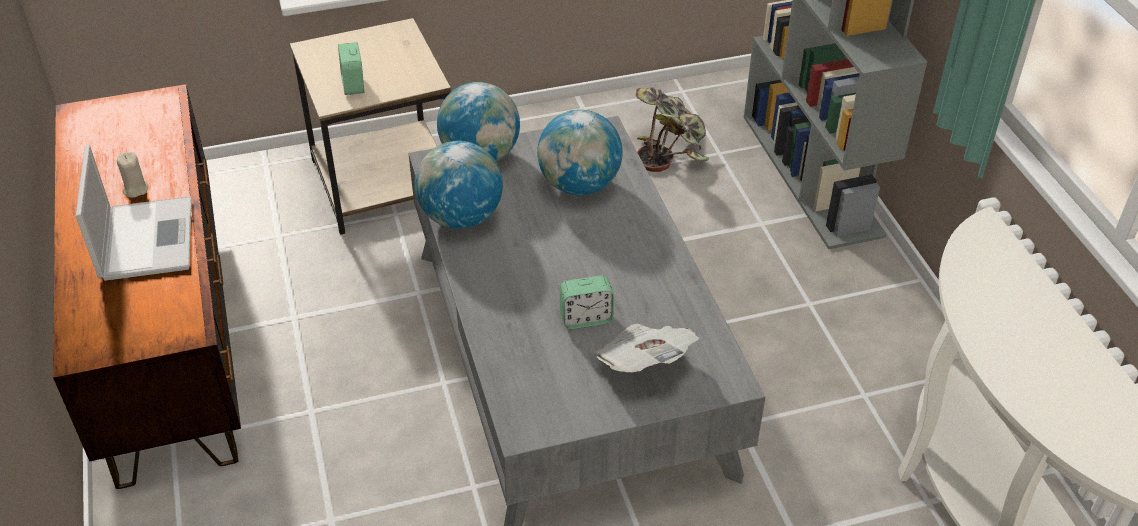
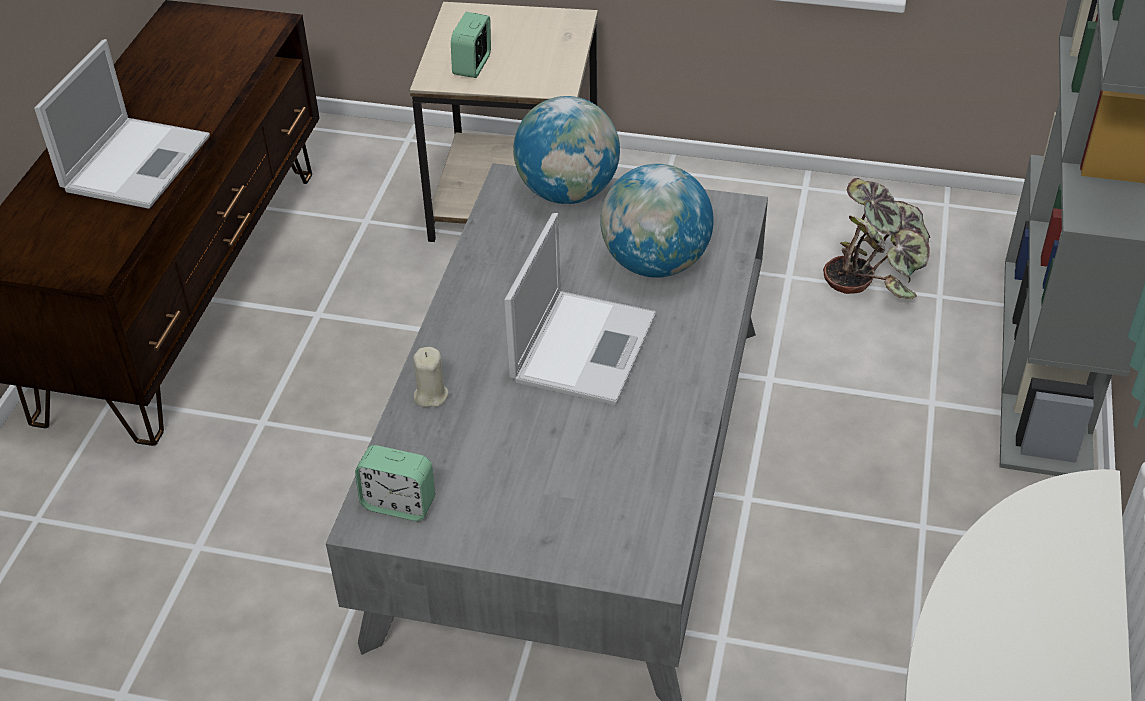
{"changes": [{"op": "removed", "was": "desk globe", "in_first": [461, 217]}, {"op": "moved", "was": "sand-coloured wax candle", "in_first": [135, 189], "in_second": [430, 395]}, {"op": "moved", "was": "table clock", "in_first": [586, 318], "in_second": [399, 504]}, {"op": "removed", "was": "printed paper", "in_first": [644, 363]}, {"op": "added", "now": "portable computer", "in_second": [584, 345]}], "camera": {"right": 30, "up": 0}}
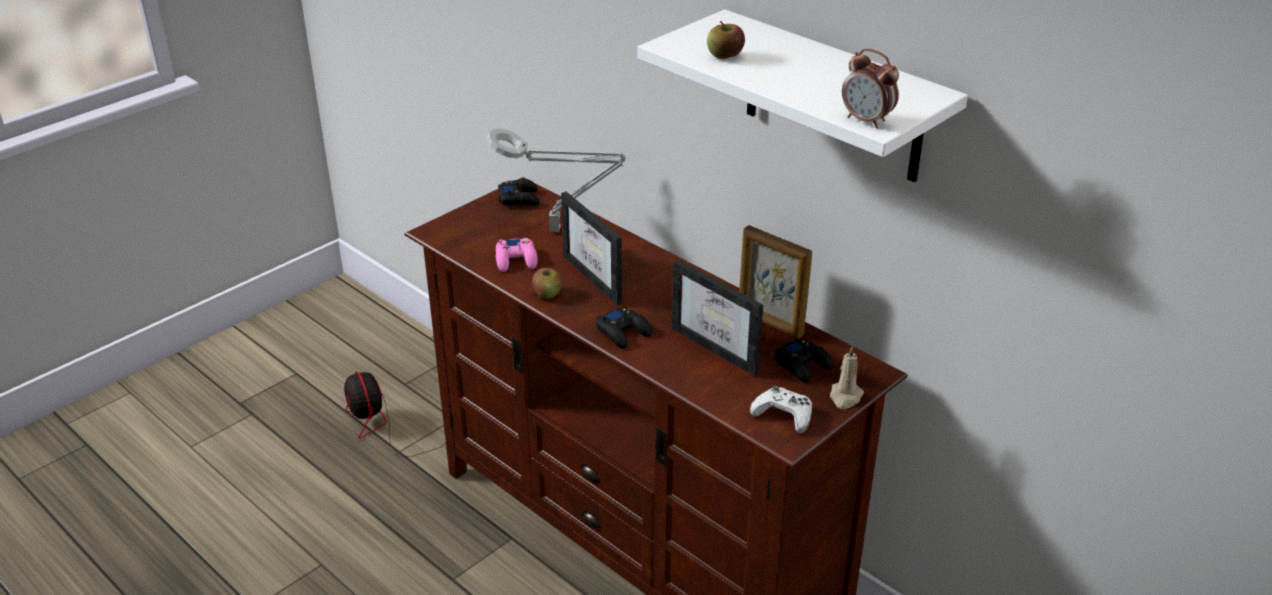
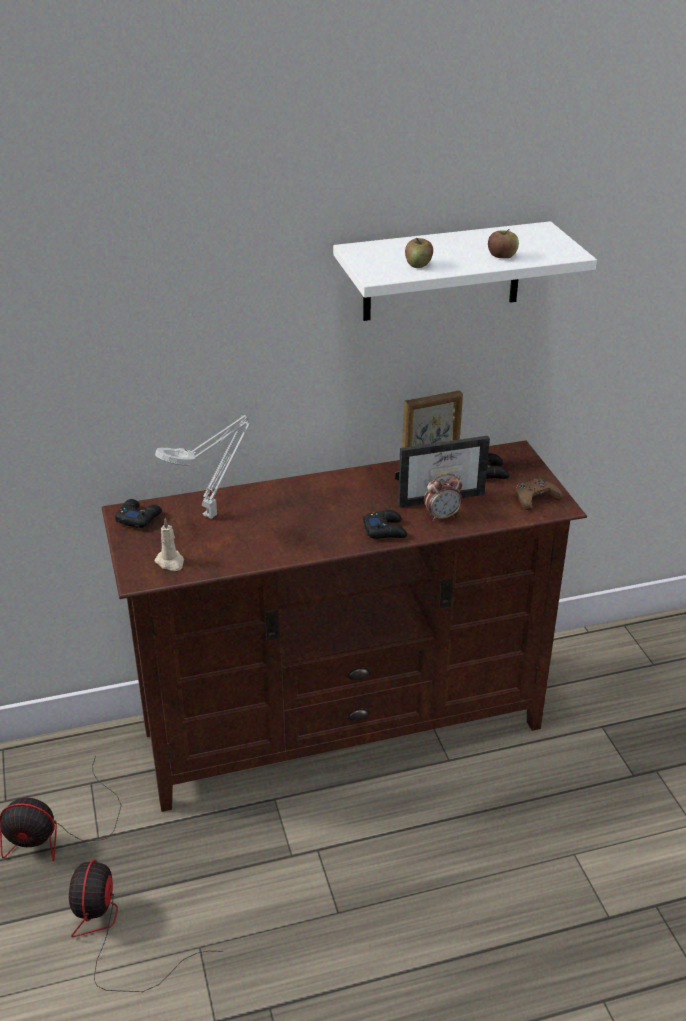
{"changes": [{"op": "moved", "was": "table clock", "in_first": [867, 121], "in_second": [442, 516]}, {"op": "removed", "was": "picture frame", "in_first": [602, 277]}, {"op": "removed", "was": "pink game controller", "in_first": [516, 260]}, {"op": "moved", "was": "whole apple", "in_first": [547, 294], "in_second": [502, 256]}, {"op": "moved", "was": "sand-coloured wax candle", "in_first": [845, 397], "in_second": [170, 562]}, {"op": "recoloured", "was": "white game controller", "now": "brown game controller", "in_first": [784, 415], "in_second": [535, 498]}, {"op": "added", "now": "electric fan", "in_second": [113, 934]}], "camera": {"right": -60, "up": 0}}
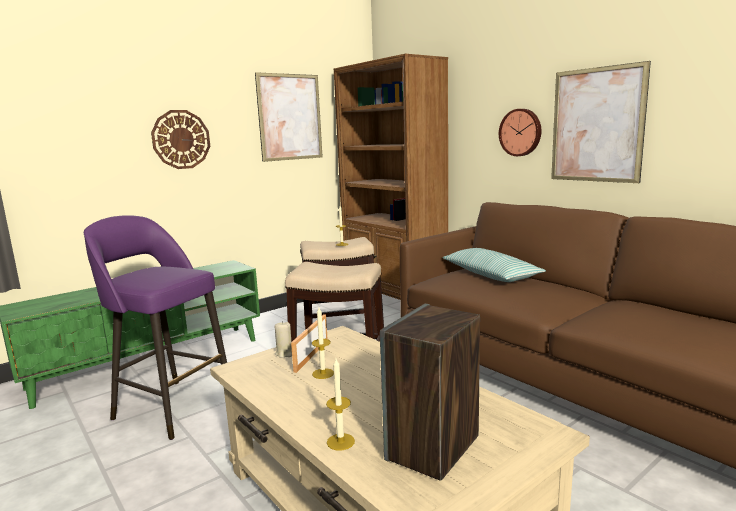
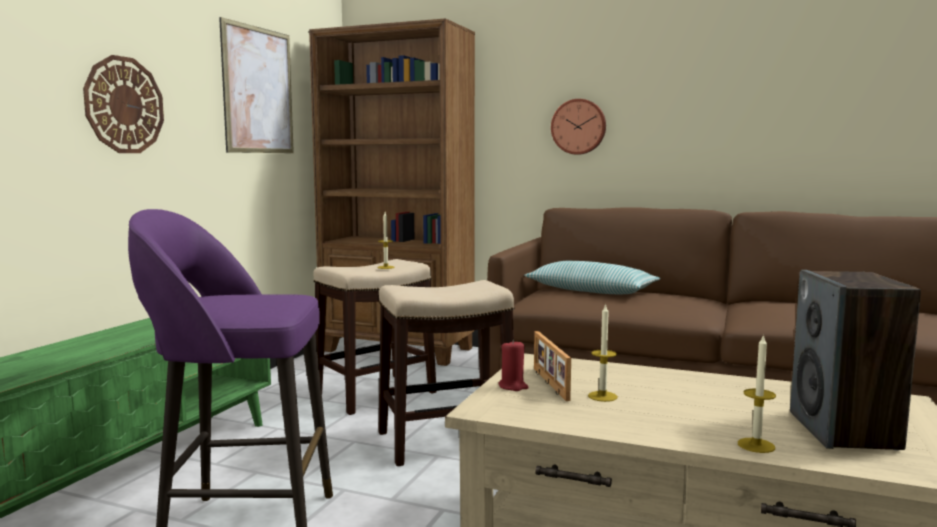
{"changes": [{"op": "removed", "was": "wall art", "in_first": [596, 125]}, {"op": "recoloured", "was": "sand-coloured wax candle", "now": "red wax candle", "in_first": [285, 353], "in_second": [513, 386]}], "camera": {"right": -30, "up": -5}}
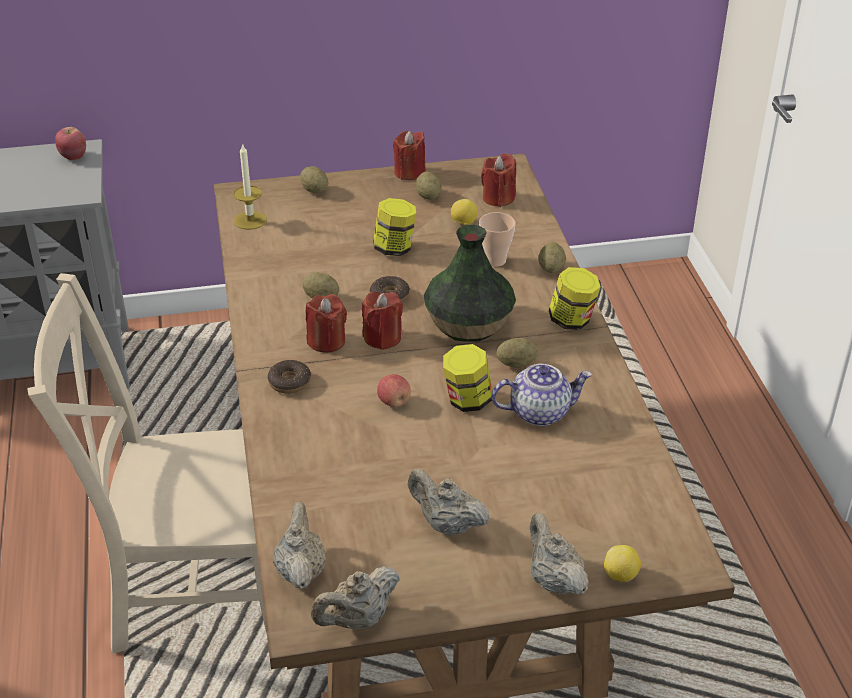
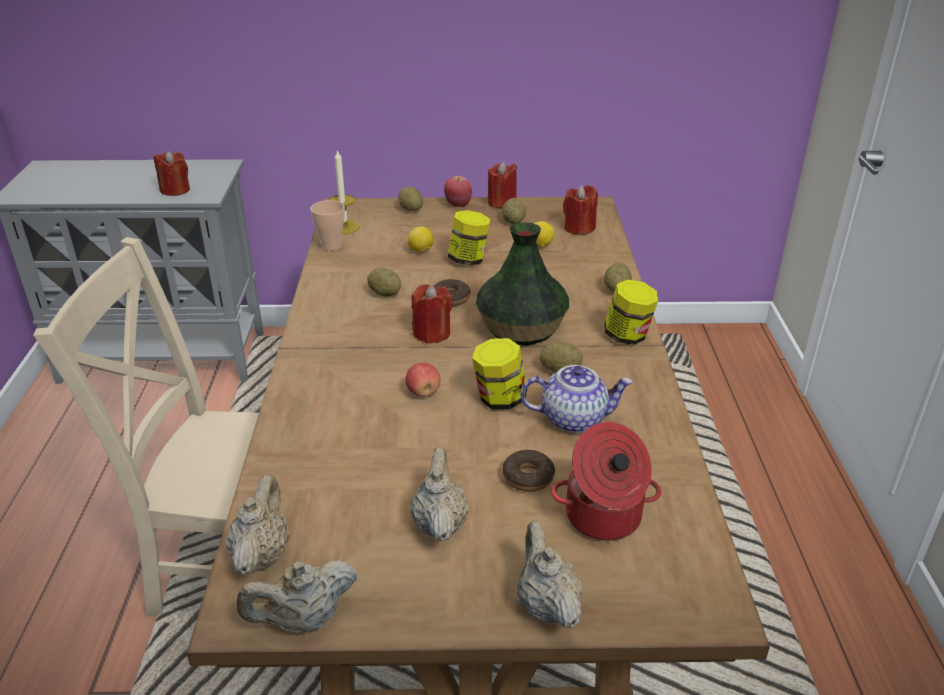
{"changes": [{"op": "moved", "was": "whole apple", "in_first": [73, 157], "in_second": [458, 204]}, {"op": "moved", "was": "cup", "in_first": [495, 260], "in_second": [331, 246]}, {"op": "moved", "was": "red wax candle", "in_first": [326, 341], "in_second": [175, 190]}, {"op": "moved", "was": "donut", "in_first": [289, 382], "in_second": [528, 477]}, {"op": "turned", "was": "sand-coloured tea pot", "in_first": [446, 524], "in_second": [439, 524], "clockwise": 45}, {"op": "moved", "was": "citrus fruit", "in_first": [620, 575], "in_second": [421, 251]}, {"op": "added", "now": "stockpot", "in_second": [603, 517]}], "camera": {"right": 10, "up": -5}}
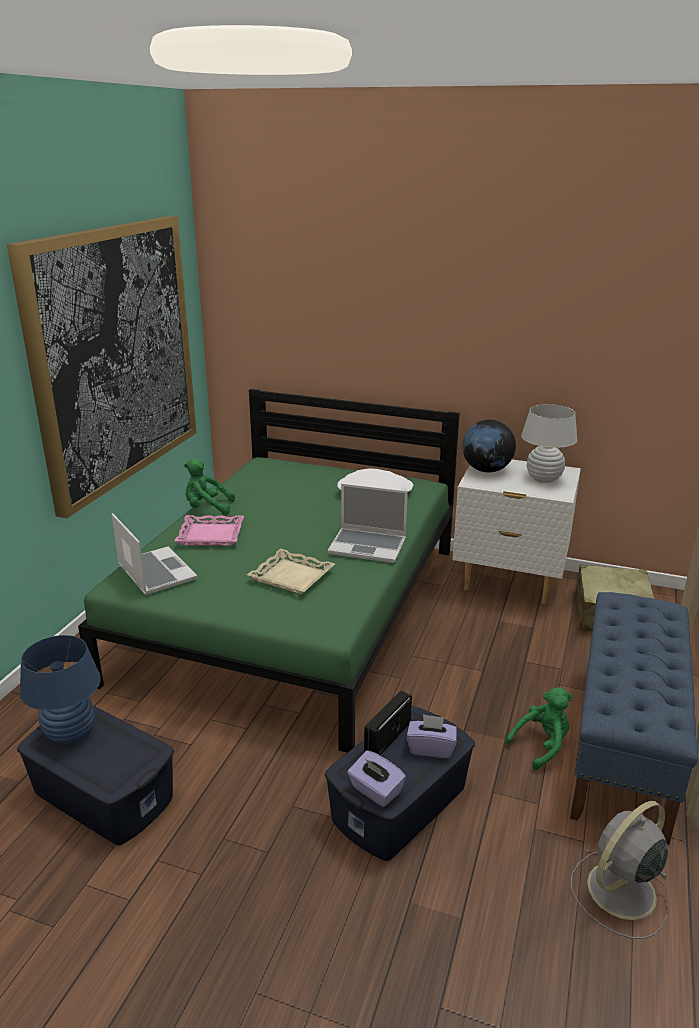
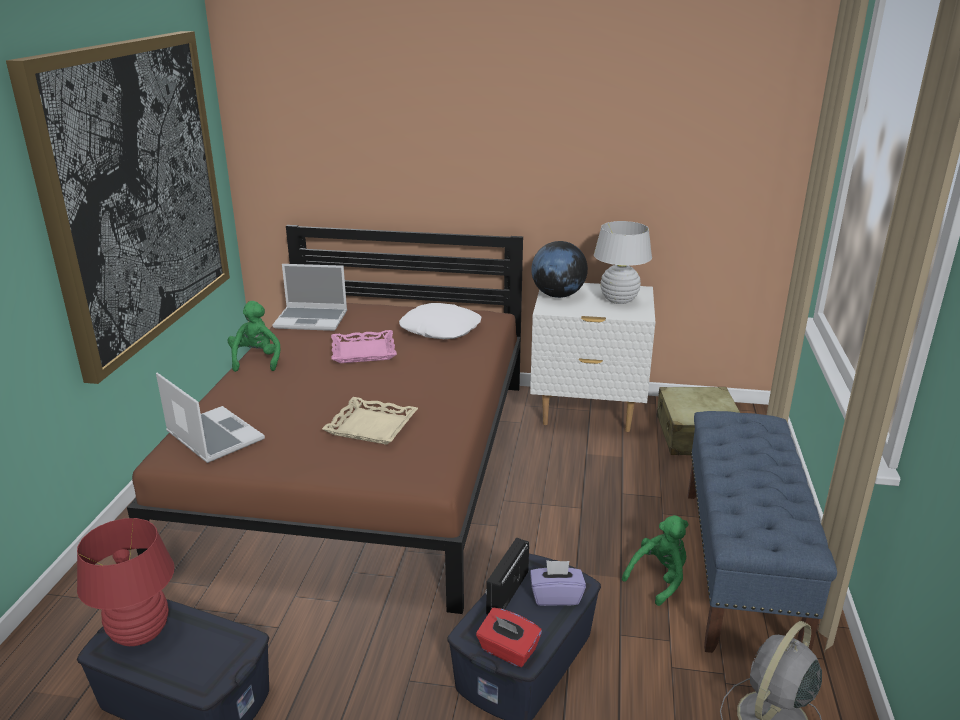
{"changes": [{"op": "recoloured", "was": "green-coloured sleeping bed", "now": "brown sleeping bed", "in_first": [294, 610], "in_second": [365, 465]}, {"op": "turned", "was": "green-coloured plush toy", "in_first": [207, 508], "in_second": [256, 360], "clockwise": 90}, {"op": "moved", "was": "portable computer", "in_first": [368, 546], "in_second": [312, 320]}, {"op": "moved", "was": "pink carrying tray", "in_first": [211, 535], "in_second": [363, 351]}, {"op": "recoloured", "was": "blue-coloured table lamp", "now": "red table lamp", "in_first": [70, 734], "in_second": [140, 634]}, {"op": "recoloured", "was": "purplish tissue holder", "now": "red tissue holder", "in_first": [375, 791], "in_second": [508, 651]}], "camera": {"right": -10, "up": 0}}
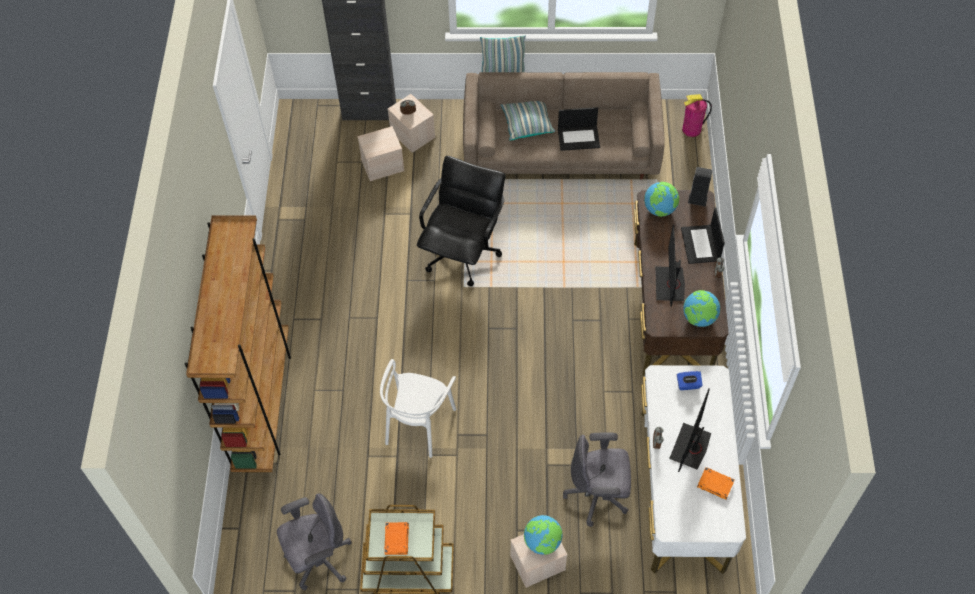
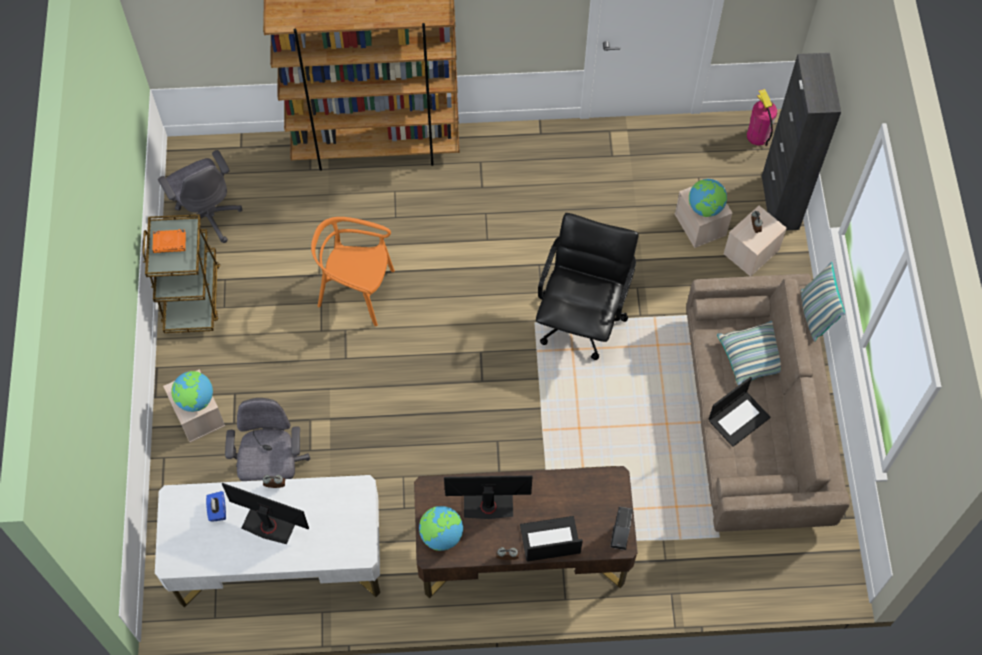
{"changes": [{"op": "moved", "was": "extinguisher", "in_first": [691, 129], "in_second": [757, 136]}, {"op": "turned", "was": "portable computer", "in_first": [579, 137], "in_second": [739, 418], "clockwise": -120}, {"op": "turned", "was": "blackish office chair", "in_first": [463, 253], "in_second": [581, 318], "clockwise": -90}, {"op": "moved", "was": "desk globe", "in_first": [660, 209], "in_second": [705, 208]}, {"op": "recoloured", "was": "white chair", "now": "orange-coloured chair", "in_first": [418, 424], "in_second": [356, 291]}, {"op": "moved", "was": "blue-coloured tissue holder", "in_first": [688, 385], "in_second": [217, 510]}, {"op": "removed", "was": "orange-coloured bound book", "in_first": [715, 484]}], "camera": {"right": 85, "up": 5}}
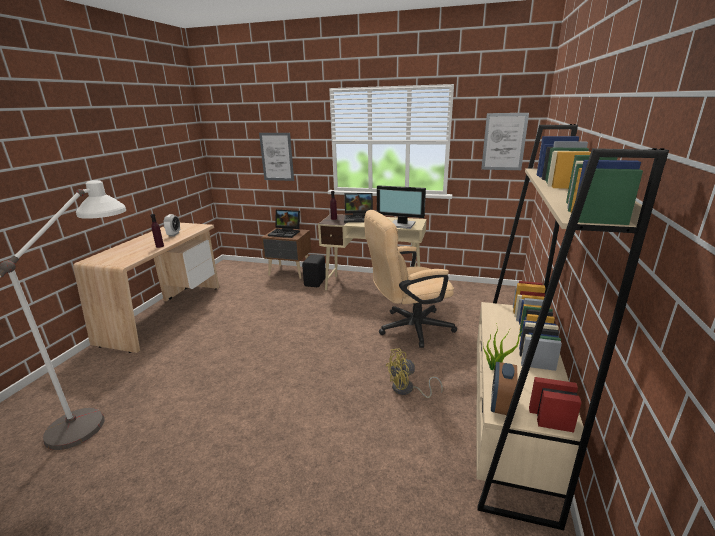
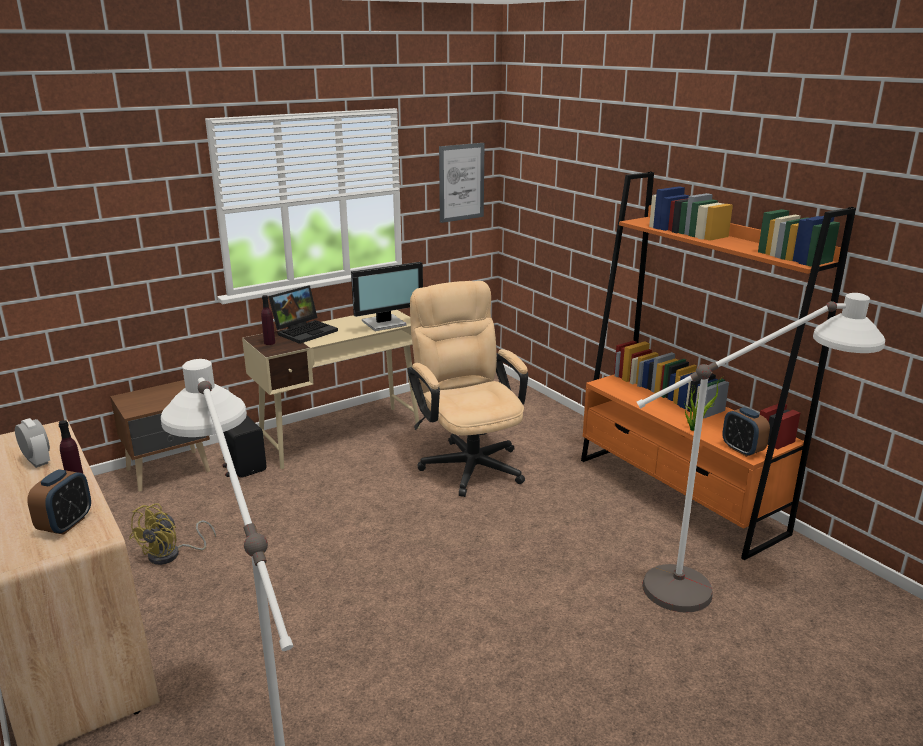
{"changes": [{"op": "recoloured", "was": "sand-coloured bookshelf", "now": "orange-coloured bookshelf", "in_first": [509, 427], "in_second": [678, 495]}, {"op": "removed", "was": "wall art", "in_first": [277, 157]}, {"op": "removed", "was": "portable computer", "in_first": [286, 233]}, {"op": "turned", "was": "sand-coloured office chair", "in_first": [408, 328], "in_second": [468, 462], "clockwise": 135}, {"op": "moved", "was": "yellow electric fan", "in_first": [407, 390], "in_second": [171, 555]}, {"op": "added", "now": "white floor lamp", "in_second": [725, 589]}, {"op": "added", "now": "table clock", "in_second": [66, 524]}], "camera": {"right": -50, "up": 0}}
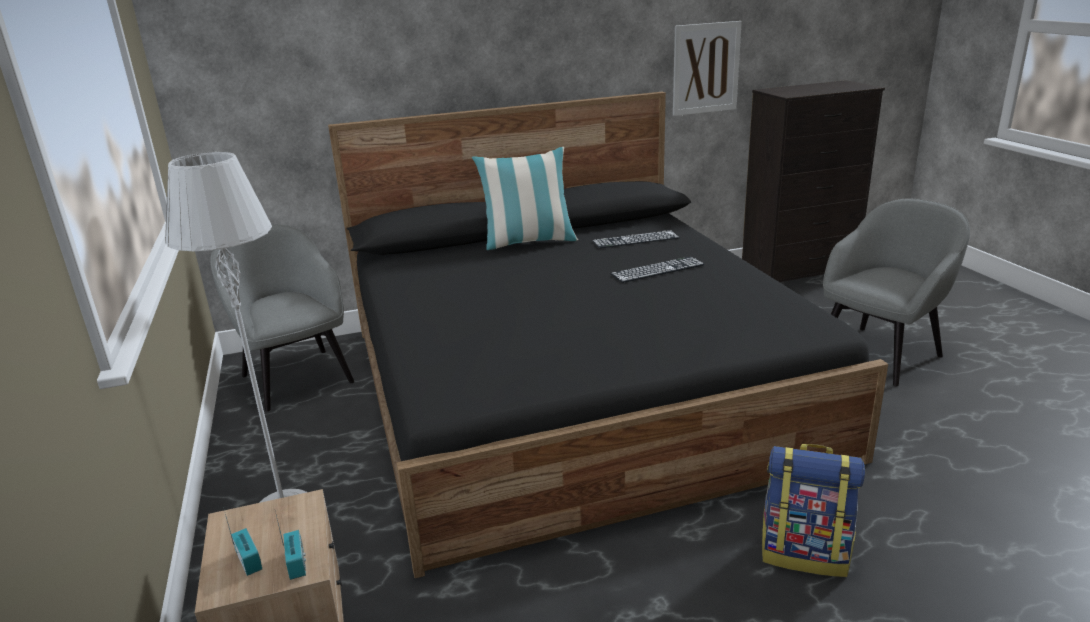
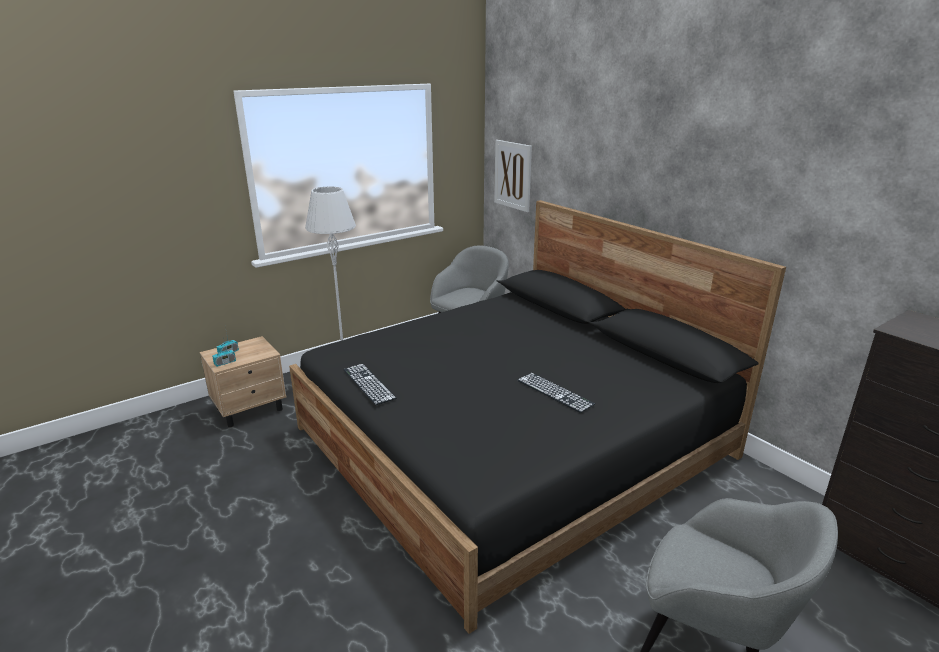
{"changes": [{"op": "moved", "was": "wall art", "in_first": [705, 68], "in_second": [513, 175]}, {"op": "removed", "was": "pillow", "in_first": [528, 242]}, {"op": "moved", "was": "PC keyboard", "in_first": [636, 239], "in_second": [368, 383]}, {"op": "removed", "was": "backpack", "in_first": [805, 553]}], "camera": {"right": 70, "up": 0}}
